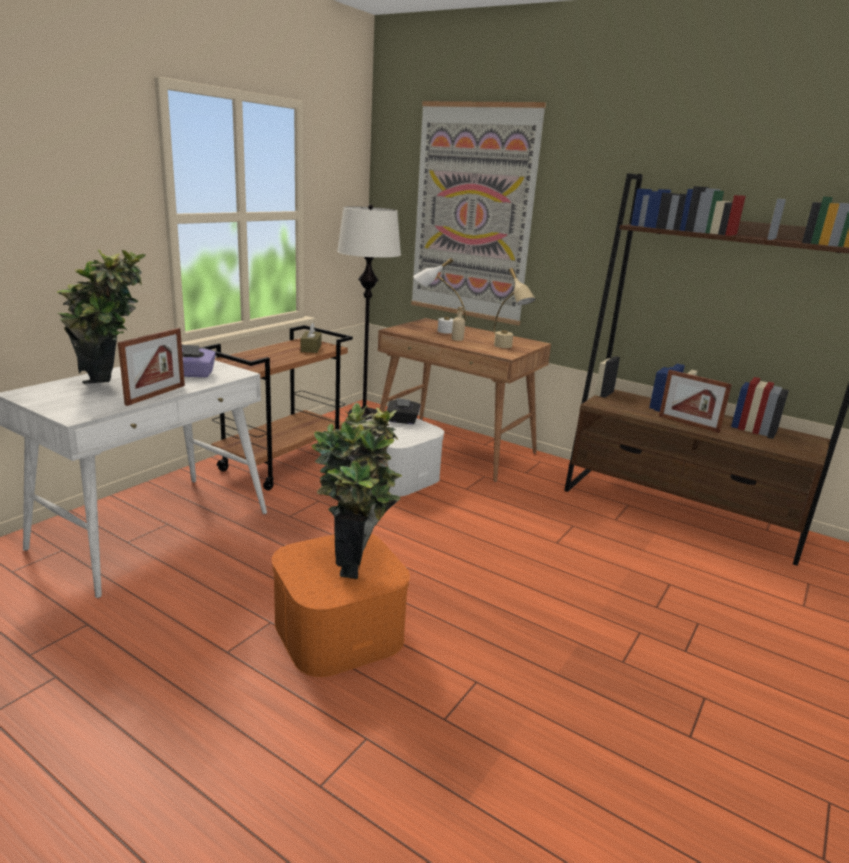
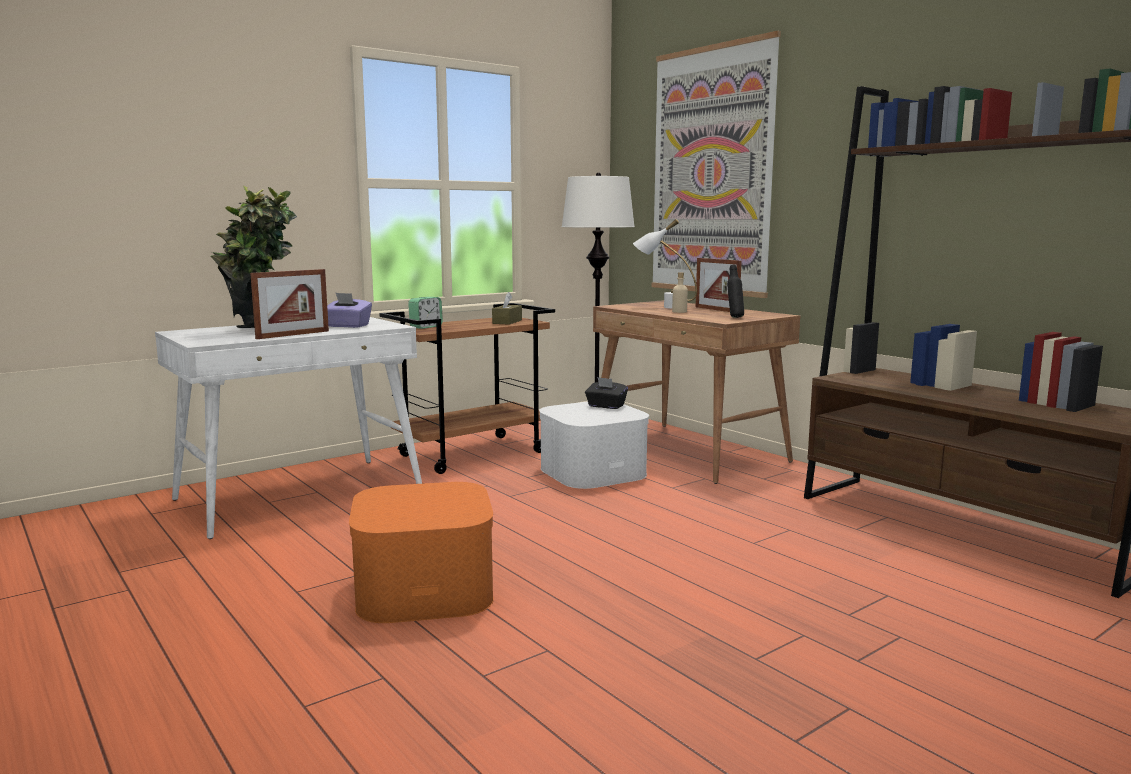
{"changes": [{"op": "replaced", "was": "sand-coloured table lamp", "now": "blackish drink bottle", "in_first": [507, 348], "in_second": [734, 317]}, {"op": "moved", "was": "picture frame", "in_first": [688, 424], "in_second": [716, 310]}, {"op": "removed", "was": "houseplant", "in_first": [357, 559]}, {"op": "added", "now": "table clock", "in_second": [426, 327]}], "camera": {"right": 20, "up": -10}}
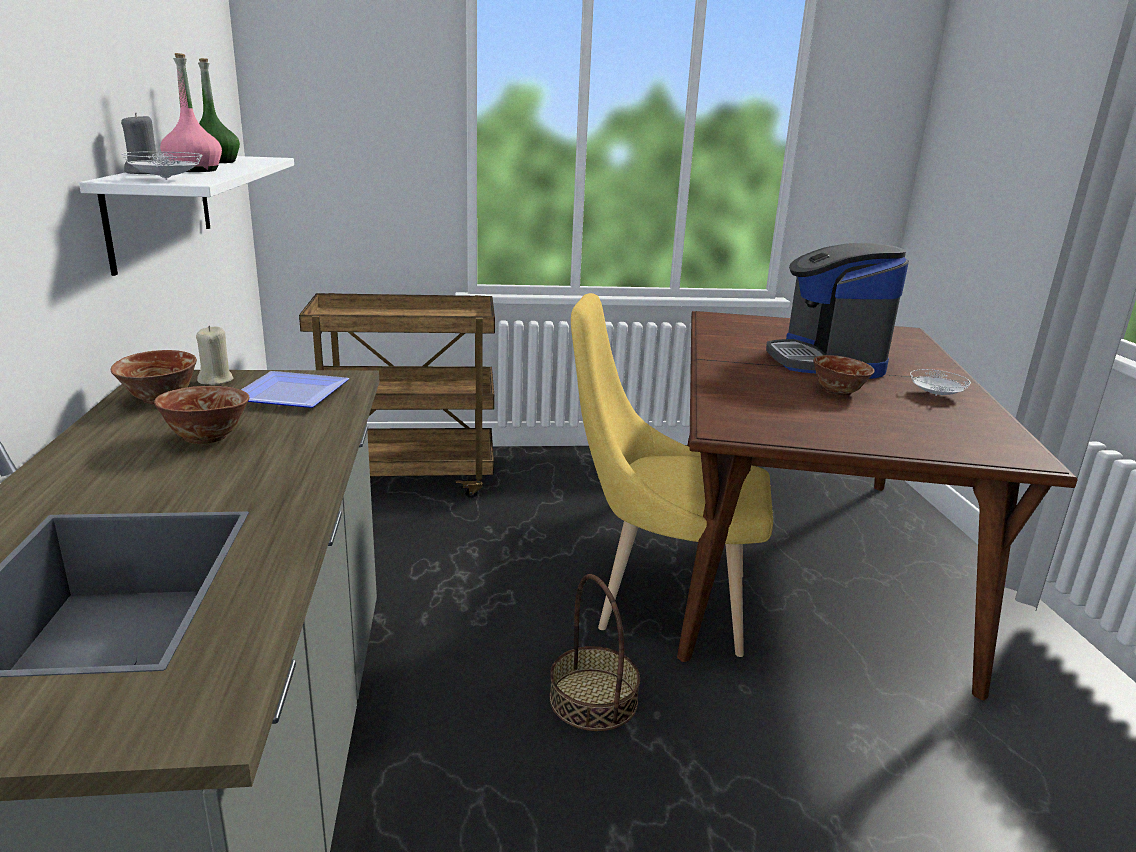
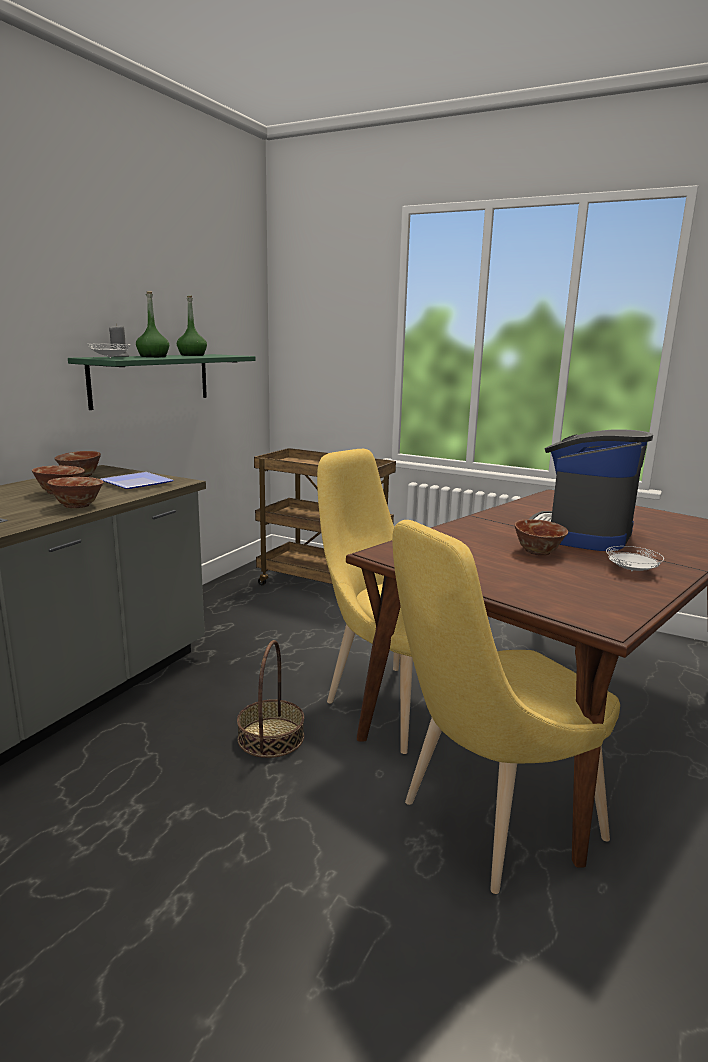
{"changes": [{"op": "recoloured", "was": "pink drink bottle", "now": "green-coloured drink bottle", "in_first": [194, 170], "in_second": [153, 356]}, {"op": "recoloured", "was": "white shelf", "now": "green-coloured shelf", "in_first": [161, 207], "in_second": [151, 379]}, {"op": "removed", "was": "sand-coloured wax candle", "in_first": [216, 380]}, {"op": "added", "now": "bowl", "in_second": [77, 506]}, {"op": "added", "now": "yellow chair", "in_second": [490, 823]}], "camera": {"right": 35, "up": -5}}
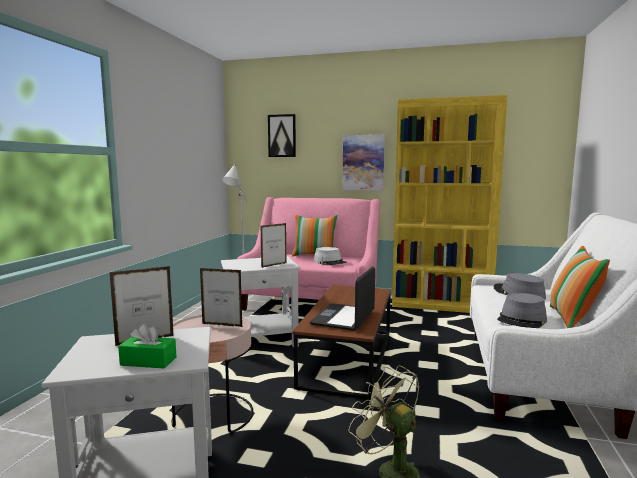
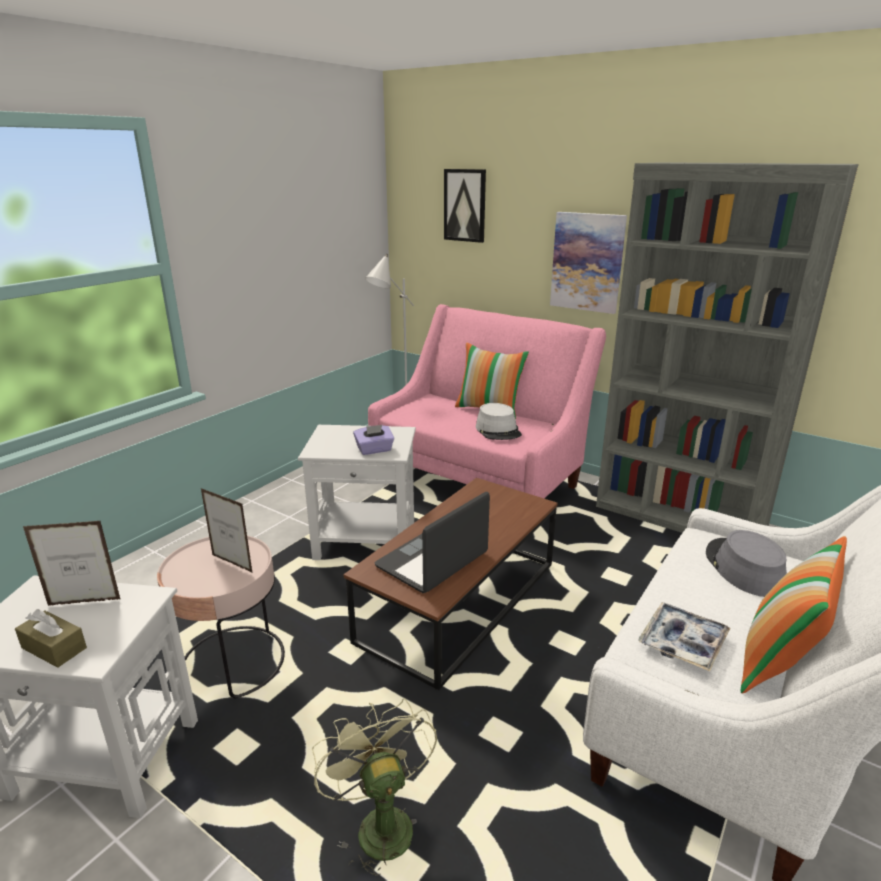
{"changes": [{"op": "recoloured", "was": "yellow bookshelf", "now": "greyish bookshelf", "in_first": [440, 305], "in_second": [680, 517]}, {"op": "replaced", "was": "picture frame", "now": "purplish tissue holder", "in_first": [274, 265], "in_second": [374, 450]}, {"op": "replaced", "was": "greyish hat", "now": "carrying tray", "in_first": [522, 319], "in_second": [682, 642]}, {"op": "recoloured", "was": "green-coloured tissue holder", "now": "brown tissue holder", "in_first": [148, 361], "in_second": [54, 648]}], "camera": {"right": 20, "up": 15}}
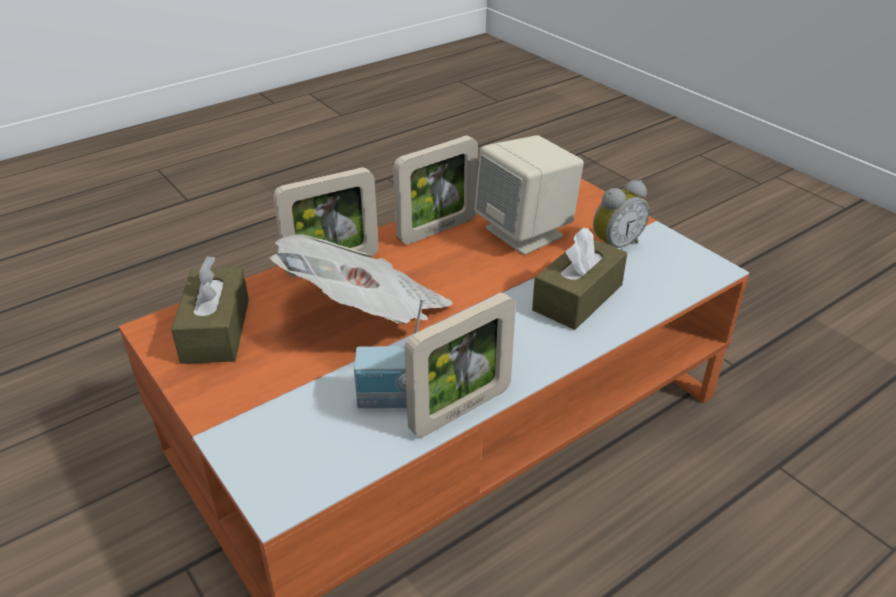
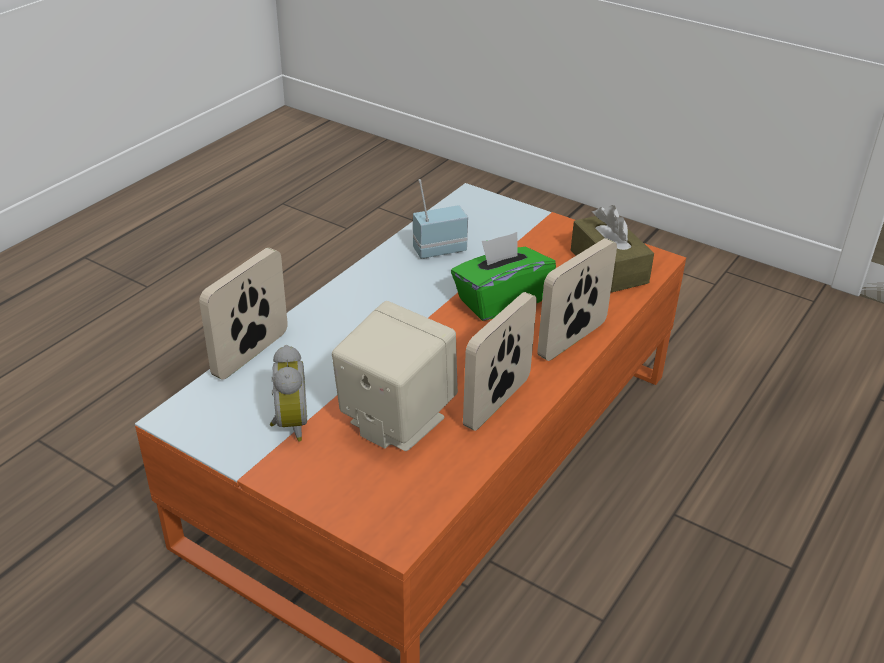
{"changes": [{"op": "turned", "was": "table clock", "in_first": [614, 245], "in_second": [288, 424], "clockwise": 135}, {"op": "removed", "was": "brown tissue holder", "in_first": [577, 297]}, {"op": "replaced", "was": "printed paper", "now": "green-coloured tissue holder", "in_first": [368, 315], "in_second": [500, 300]}, {"op": "moved", "was": "picture frame", "in_first": [460, 410], "in_second": [251, 354]}], "camera": {"right": 160, "up": 0}}
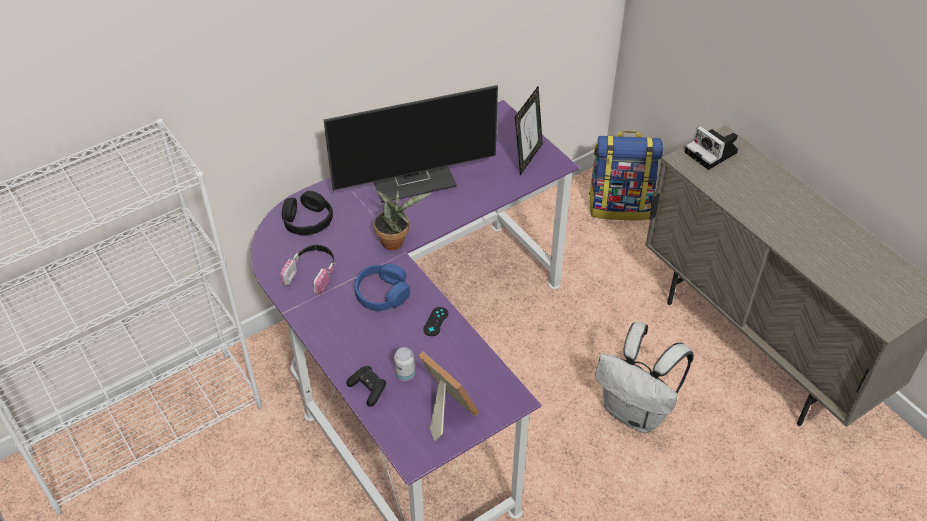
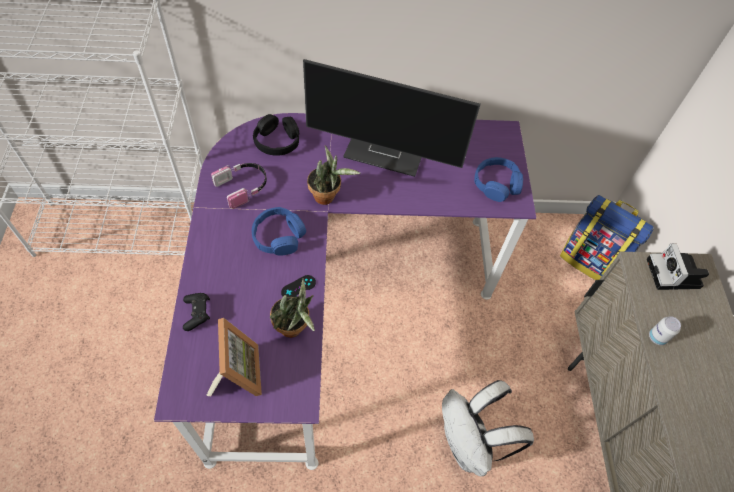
{"changes": [{"op": "replaced", "was": "picture frame", "now": "blue-coloured pair of headphones", "in_first": [527, 158], "in_second": [496, 184]}, {"op": "moved", "was": "sealed can", "in_first": [405, 374], "in_second": [657, 337]}, {"op": "added", "now": "houseplant", "in_second": [294, 329]}], "camera": {"right": 30, "up": 10}}
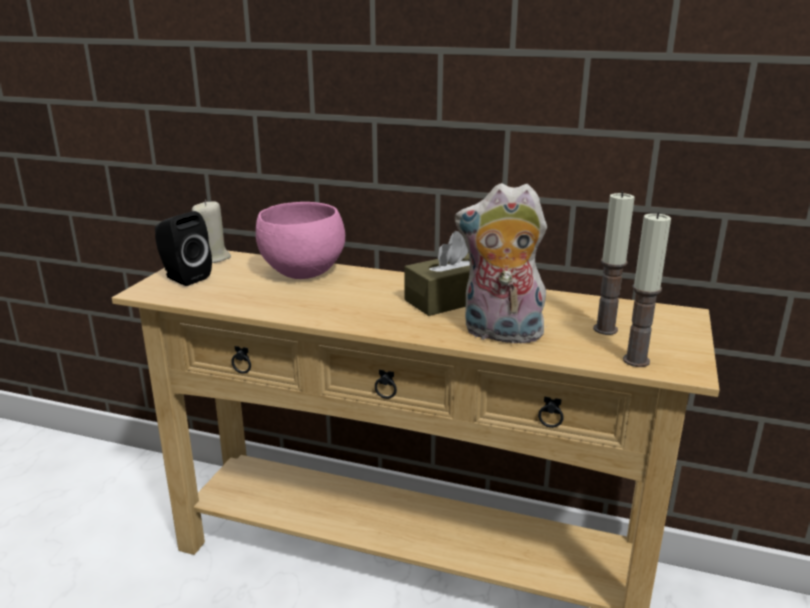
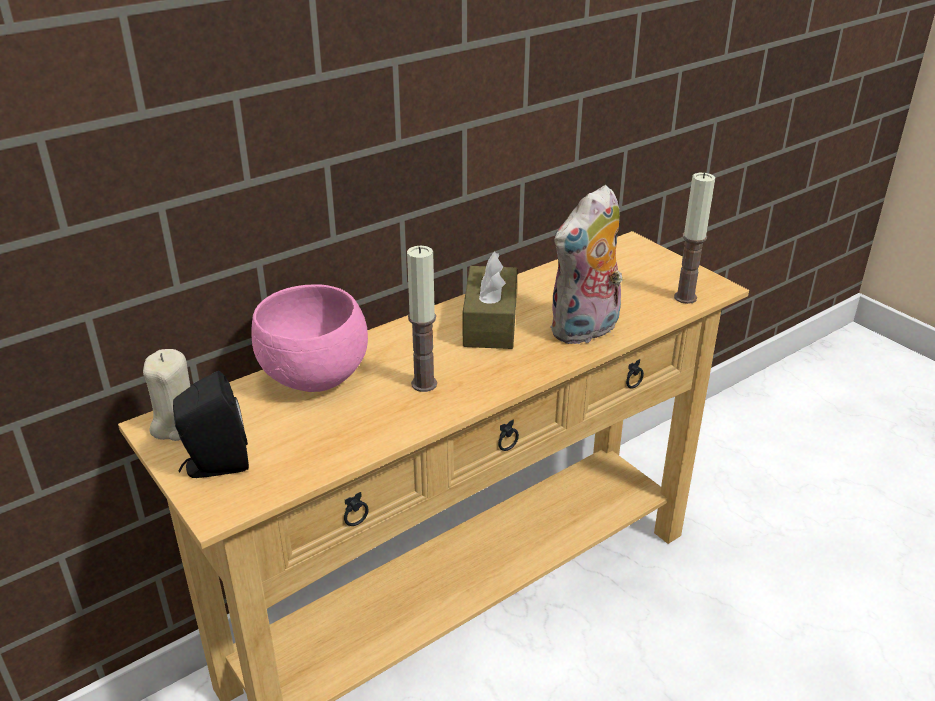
{"changes": [{"op": "moved", "was": "wax candle", "in_first": [605, 329], "in_second": [424, 384]}], "camera": {"right": -55, "up": 10}}
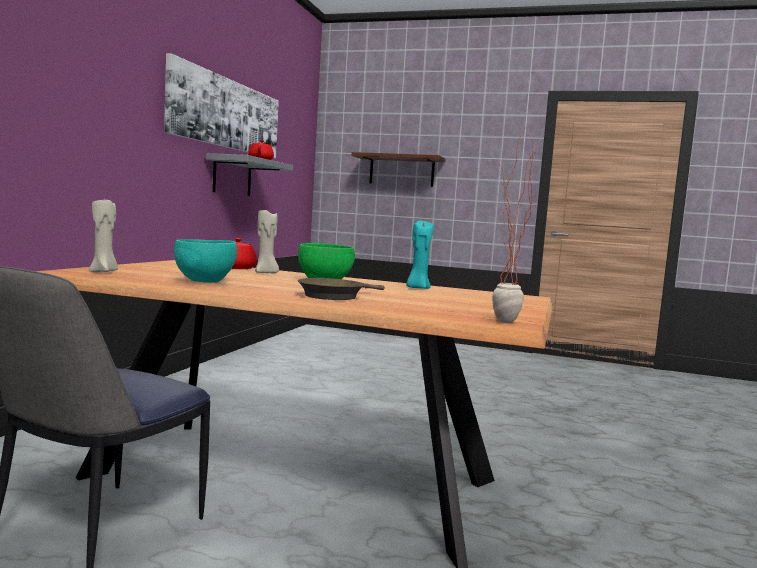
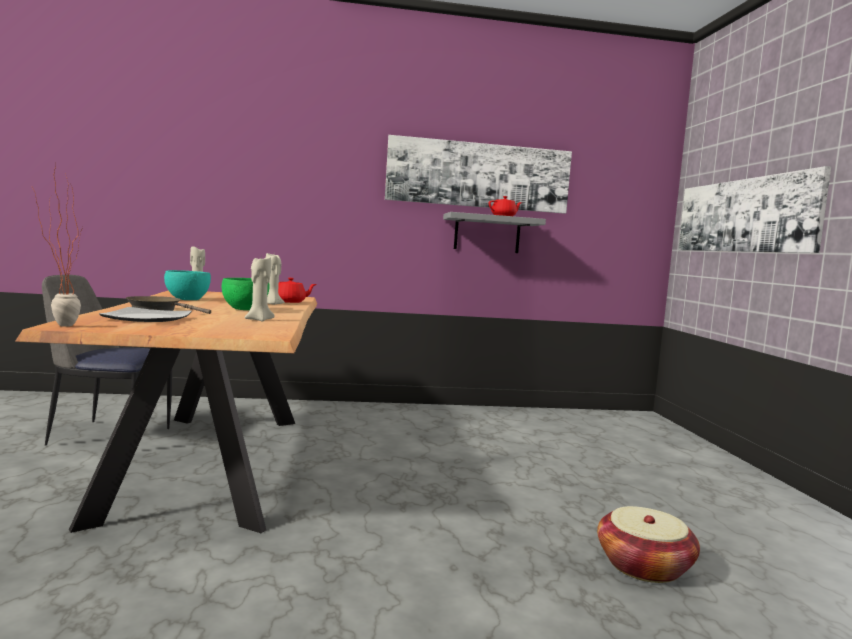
{"changes": [{"op": "replaced", "was": "brown shelf", "now": "wall art", "in_first": [401, 171], "in_second": [744, 215]}, {"op": "recoloured", "was": "turquoise wax candle", "now": "sand-coloured wax candle", "in_first": [417, 288], "in_second": [258, 320]}, {"op": "added", "now": "plate", "in_second": [148, 318]}, {"op": "added", "now": "storage basket", "in_second": [644, 566]}], "camera": {"right": 65, "up": 0}}
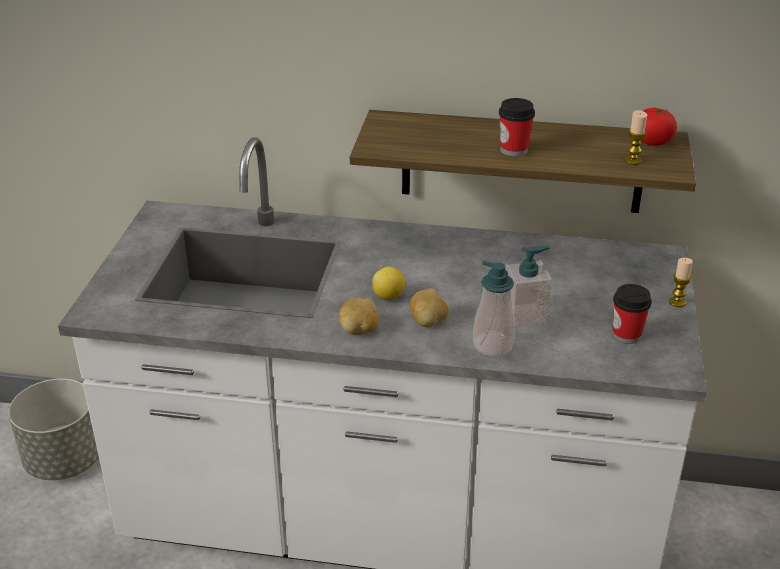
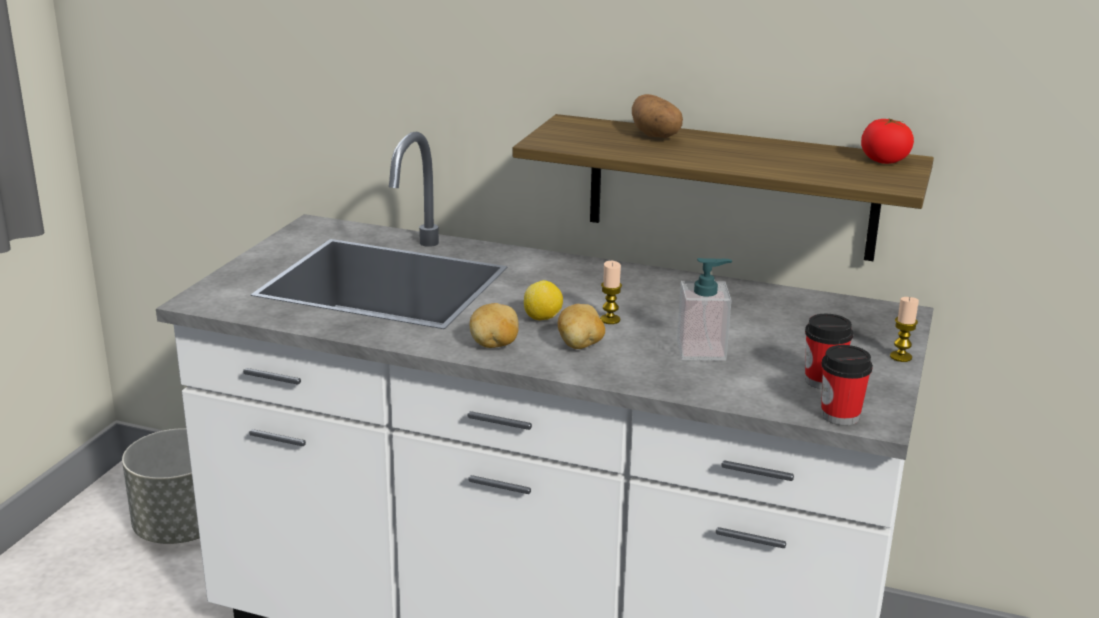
{"changes": [{"op": "moved", "was": "cup", "in_first": [514, 150], "in_second": [840, 415]}, {"op": "moved", "was": "wax candle", "in_first": [633, 160], "in_second": [610, 320]}, {"op": "removed", "was": "soap bottle", "in_first": [493, 345]}, {"op": "added", "now": "whole potato", "in_second": [656, 136]}], "camera": {"right": 10, "up": -10}}
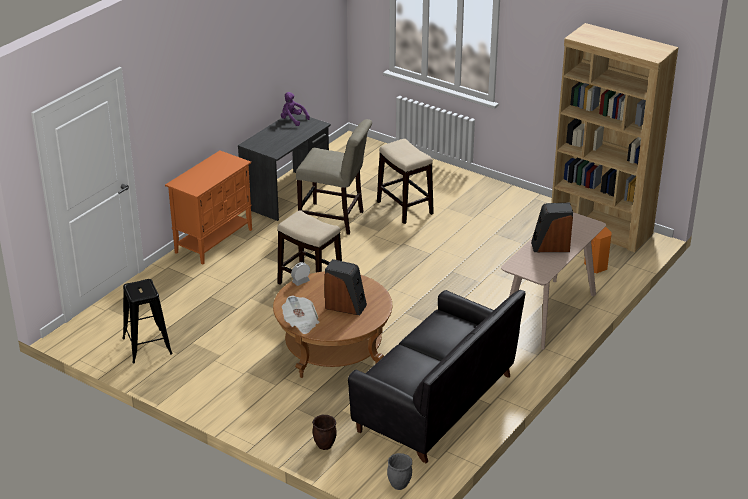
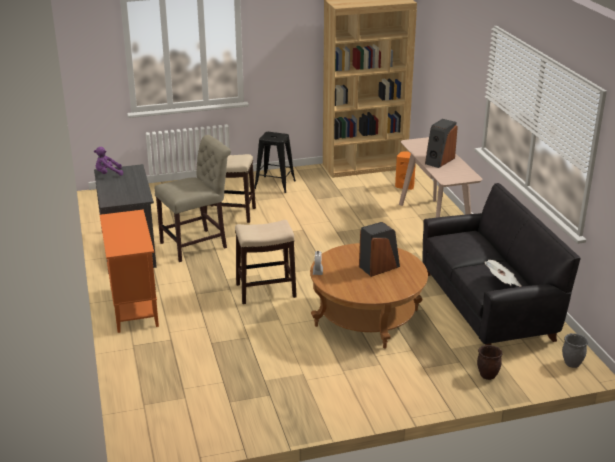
{"changes": [{"op": "moved", "was": "blackish sitting stool", "in_first": [147, 346], "in_second": [275, 184]}, {"op": "moved", "was": "printed paper", "in_first": [300, 323], "in_second": [502, 282]}], "camera": {"right": -50, "up": -5}}
